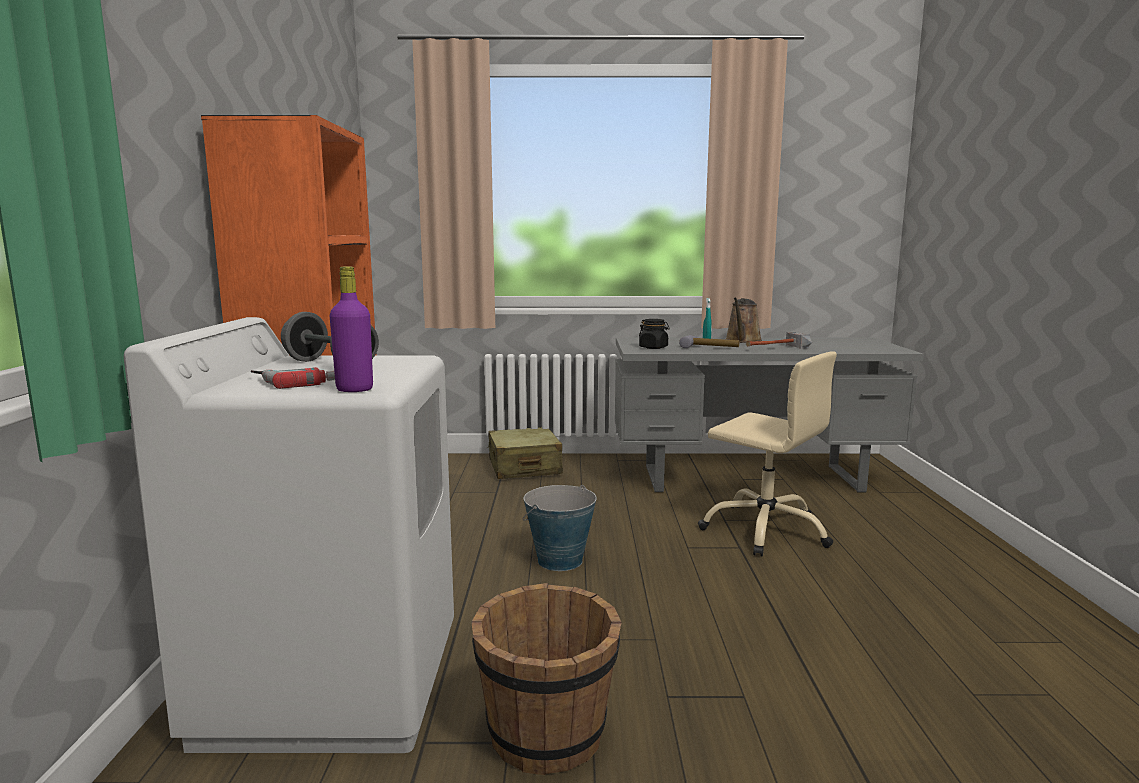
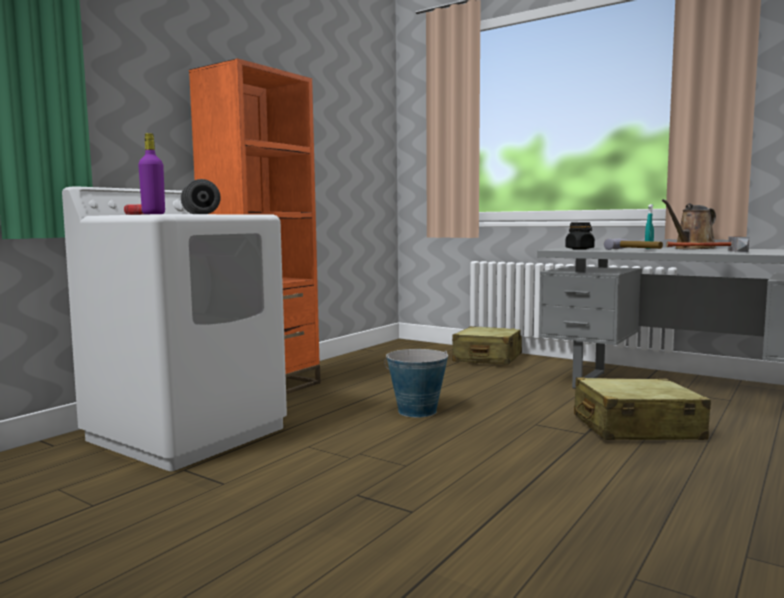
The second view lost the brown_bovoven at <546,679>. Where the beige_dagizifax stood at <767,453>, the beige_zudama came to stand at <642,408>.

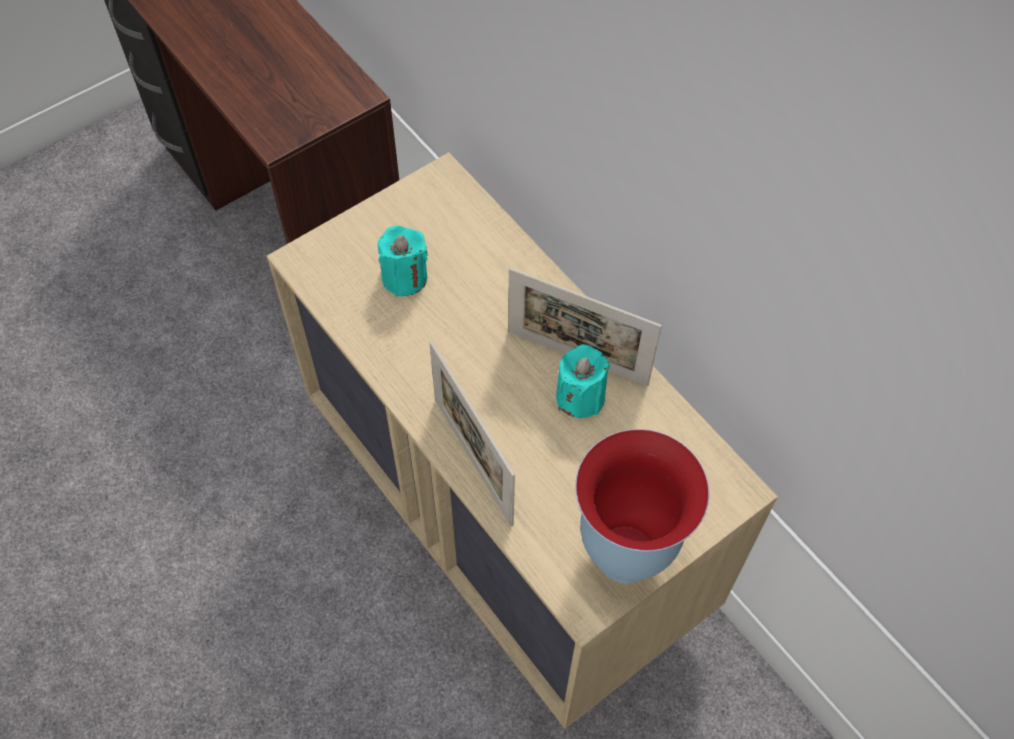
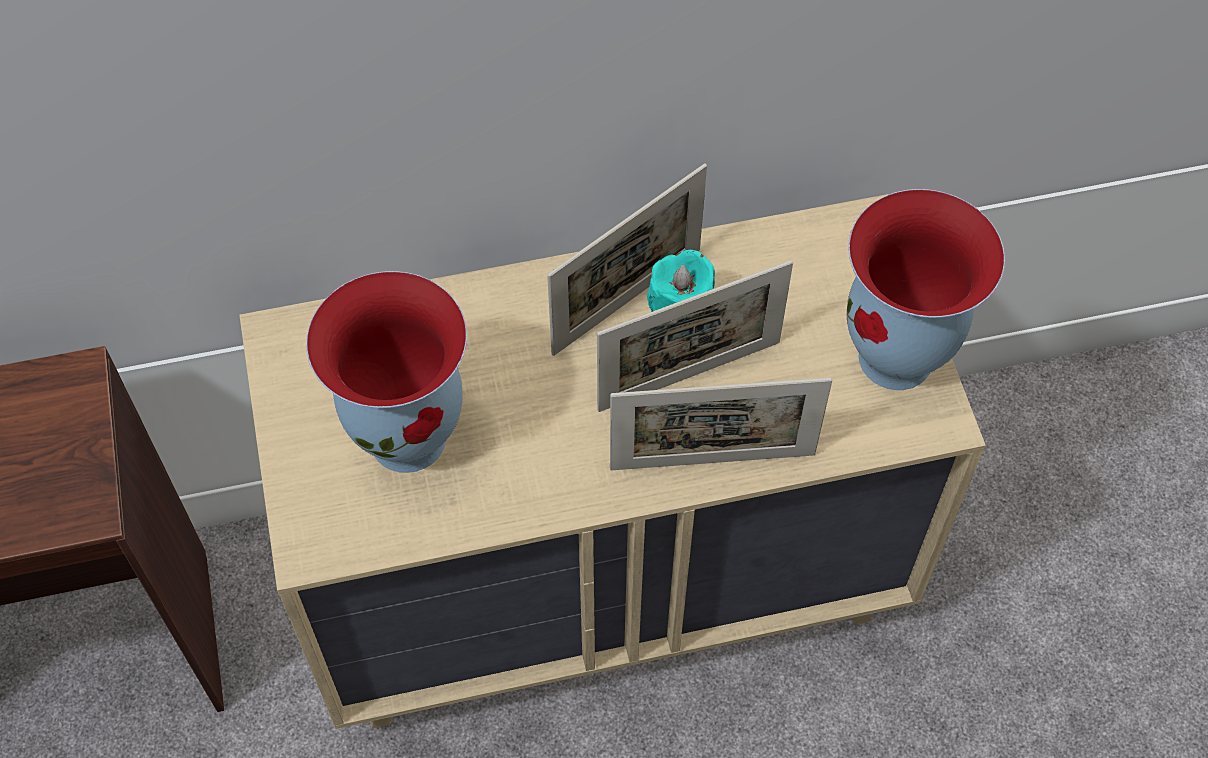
Where the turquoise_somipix stood at <403,261>, the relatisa came to stand at <386,372>. The second view gained the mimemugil at <695,336>.

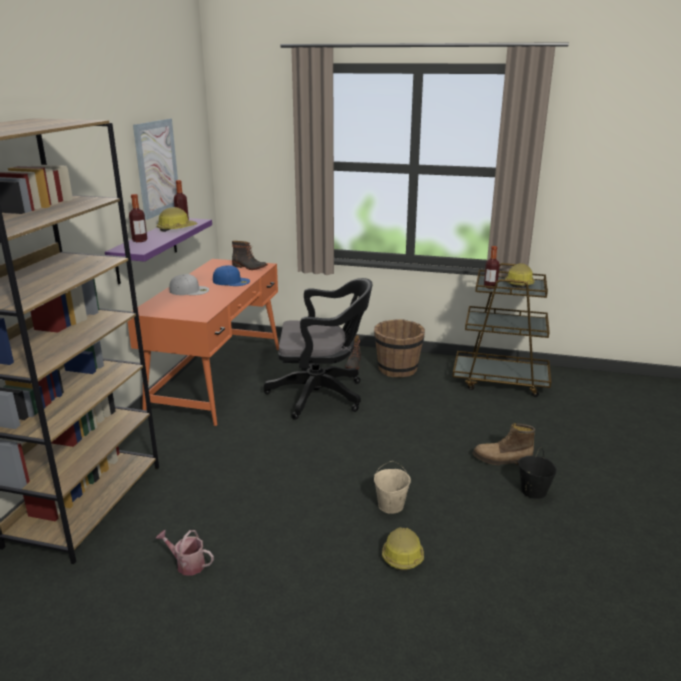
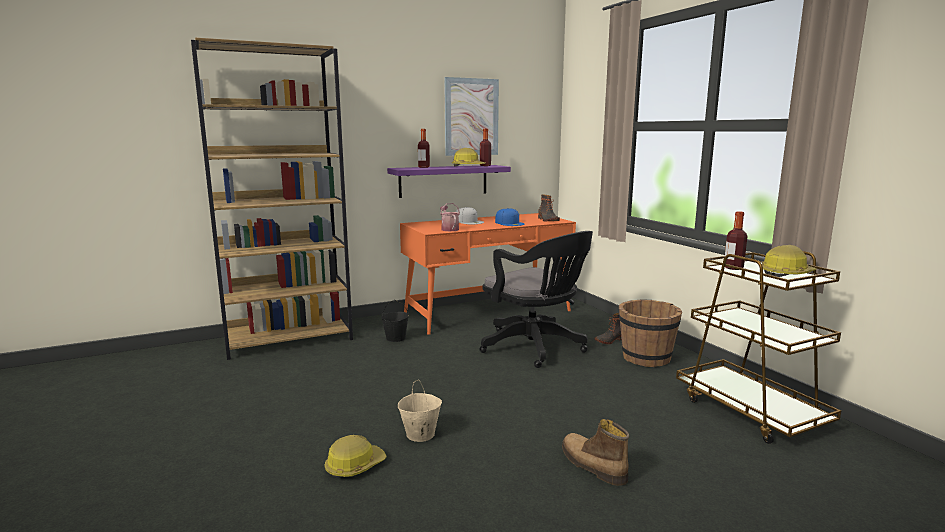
The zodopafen ended up elsewhere, having gone from <184,553> to <450,217>. The black_bovoven ended up elsewhere, having gone from <537,473> to <395,321>.

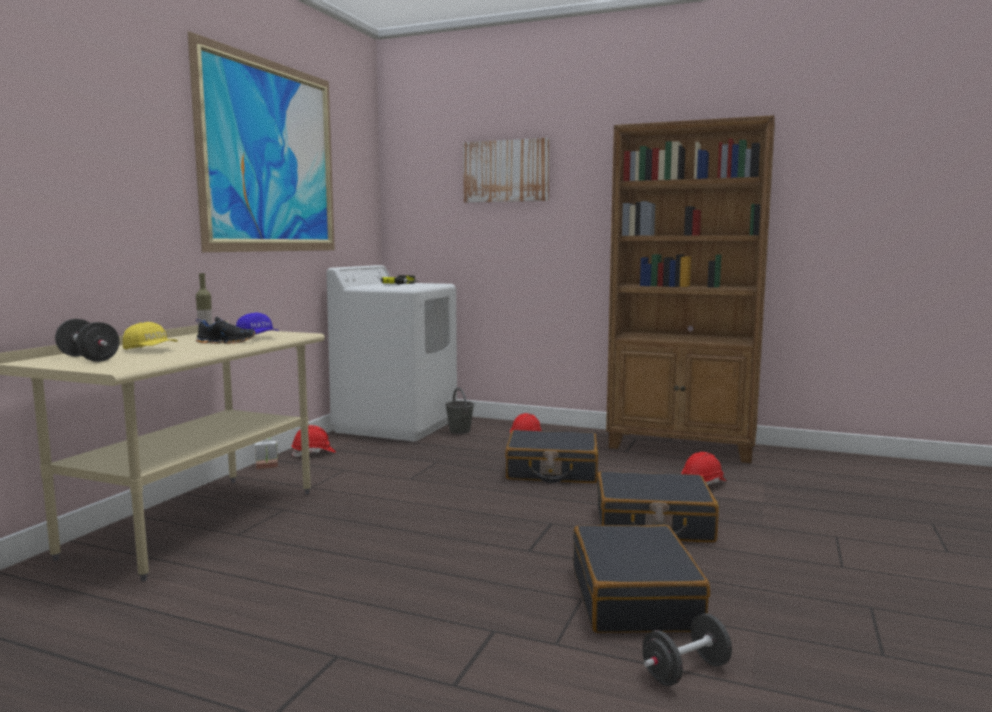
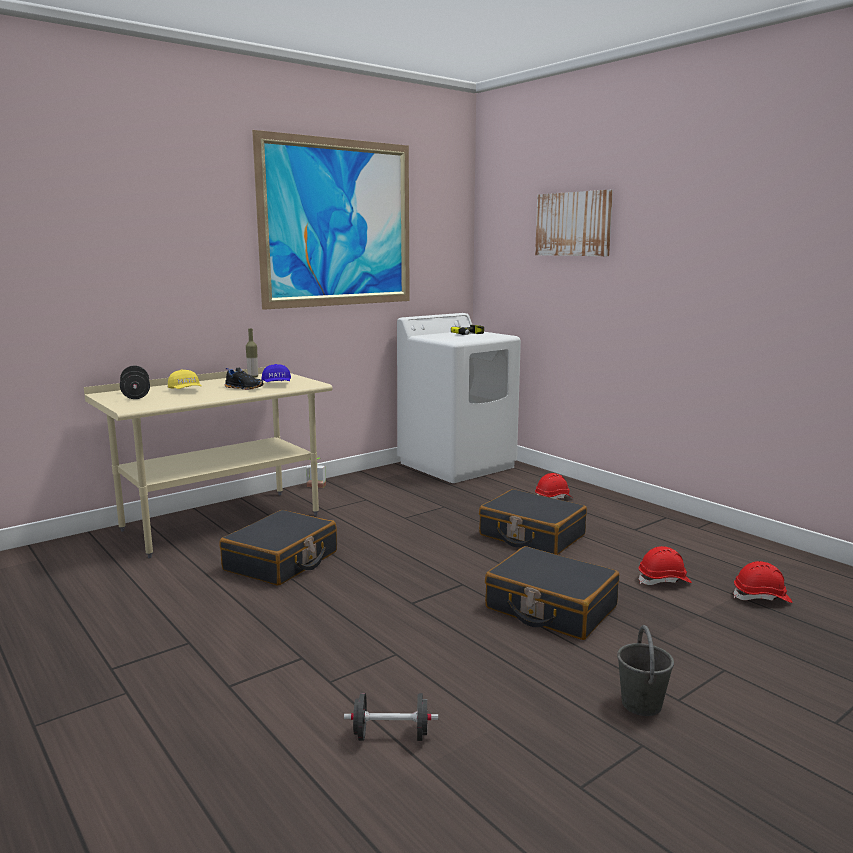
The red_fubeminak ended up elsewhere, having gone from <314,441> to <762,582>. The grey_bovoven ended up elsewhere, having gone from <459,411> to <645,670>. The black_zudama ended up elsewhere, having gone from <641,579> to <278,548>. The second view lost the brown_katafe at <690,289>.

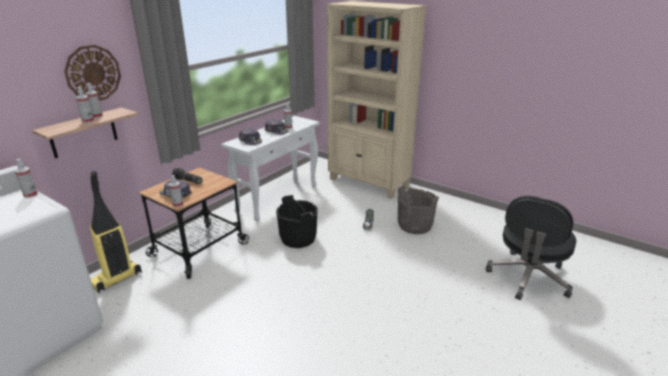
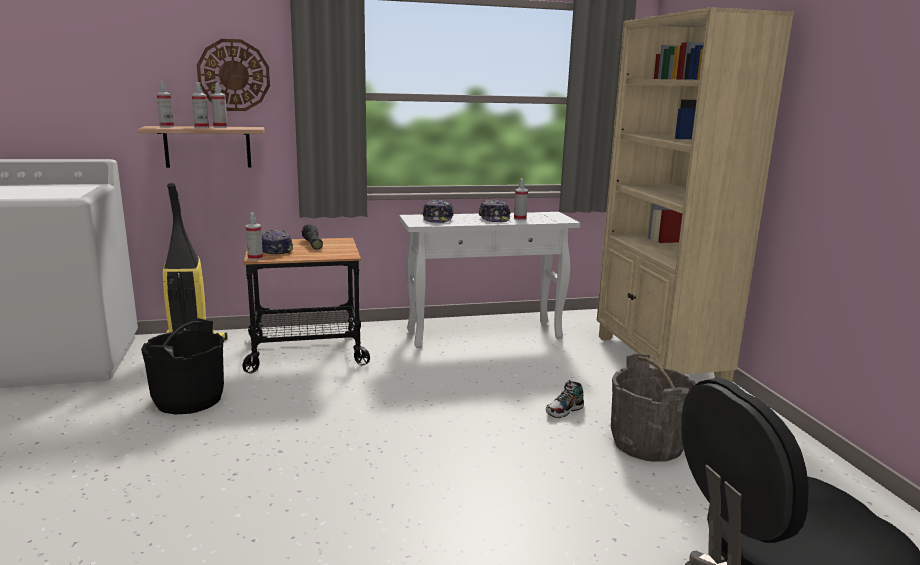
The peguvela ended up elsewhere, having gone from <26,178> to <165,104>. The black_bovoven ended up elsewhere, having gone from <297,221> to <182,366>.

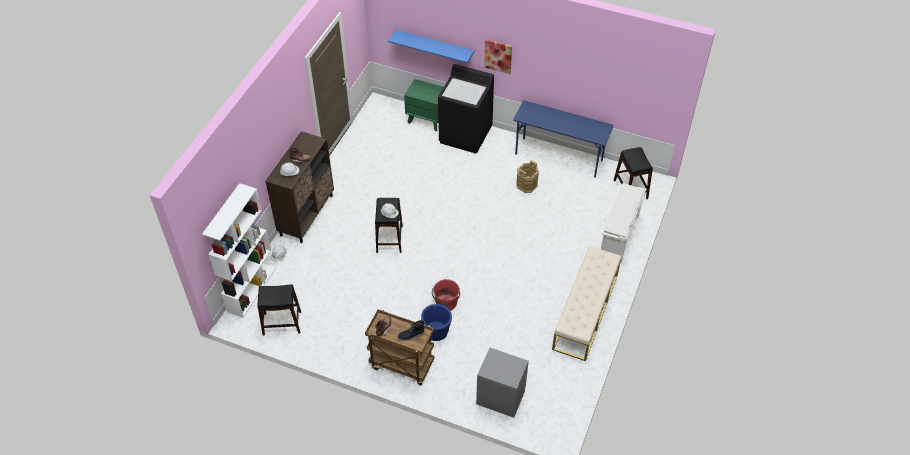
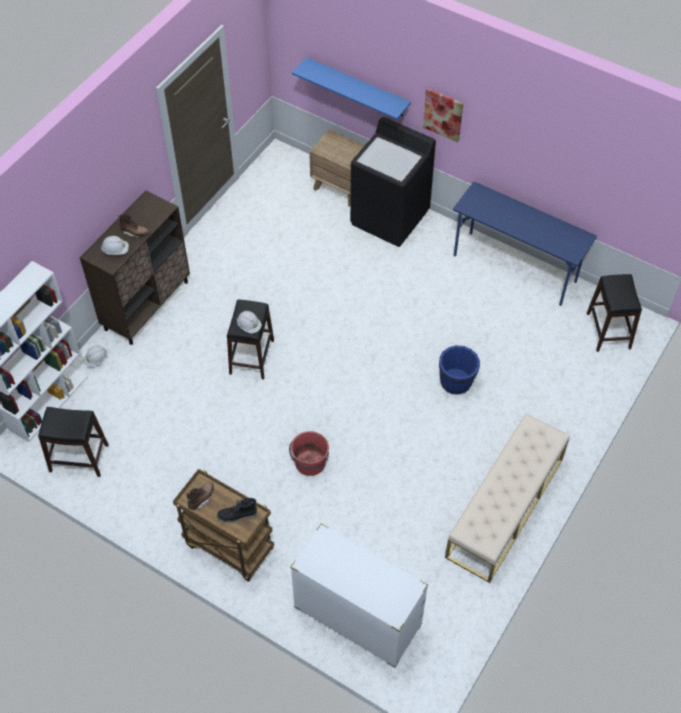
What was the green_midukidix at <424,105> turned into the brown_midukidix at <337,167>. The blue_bovoven ended up elsewhere, having gone from <436,322> to <459,370>. Where the grey_midukidix stood at <502,383>, the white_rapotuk came to stand at <359,596>. The second view lost the brown_bovoven at <527,176>. The second view lost the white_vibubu at <623,223>.

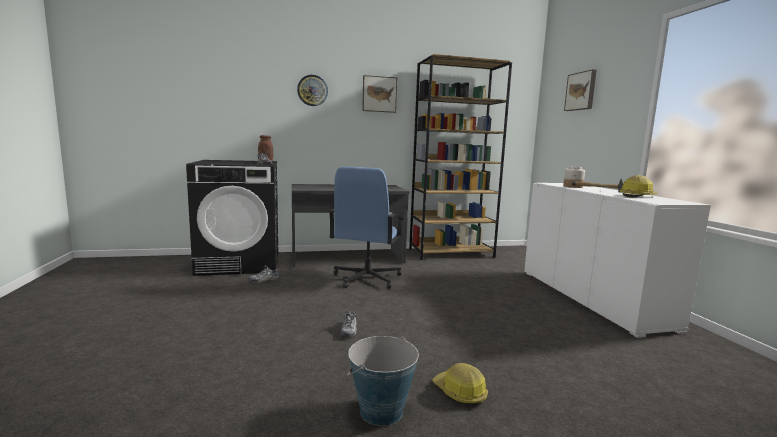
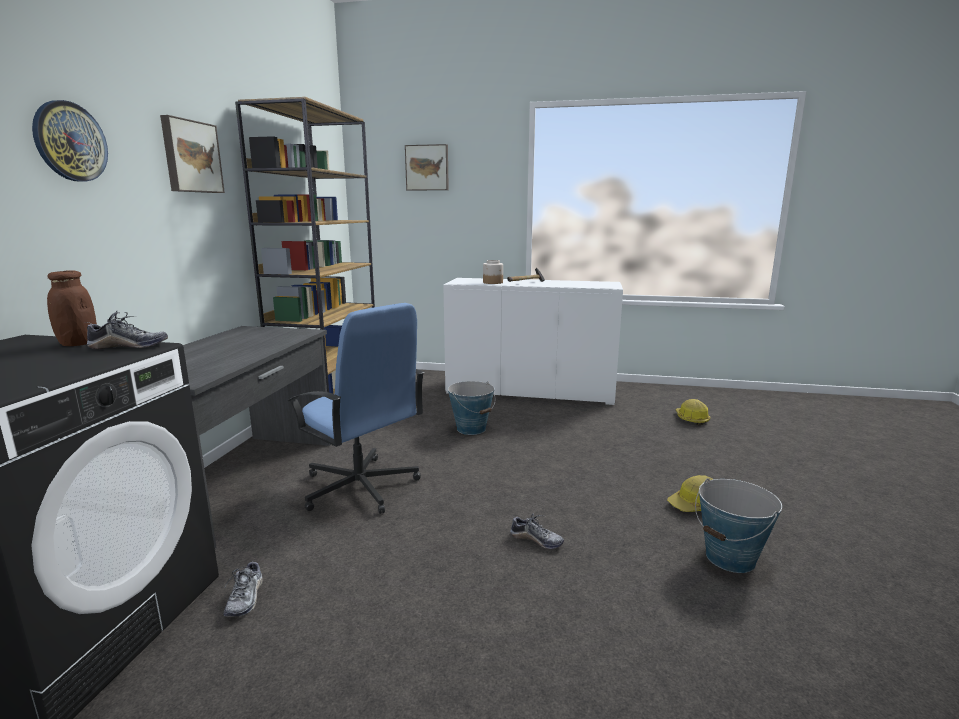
The fubeminak ended up elsewhere, having gone from <638,186> to <692,412>. The second view gained the bovoven at <472,408>.

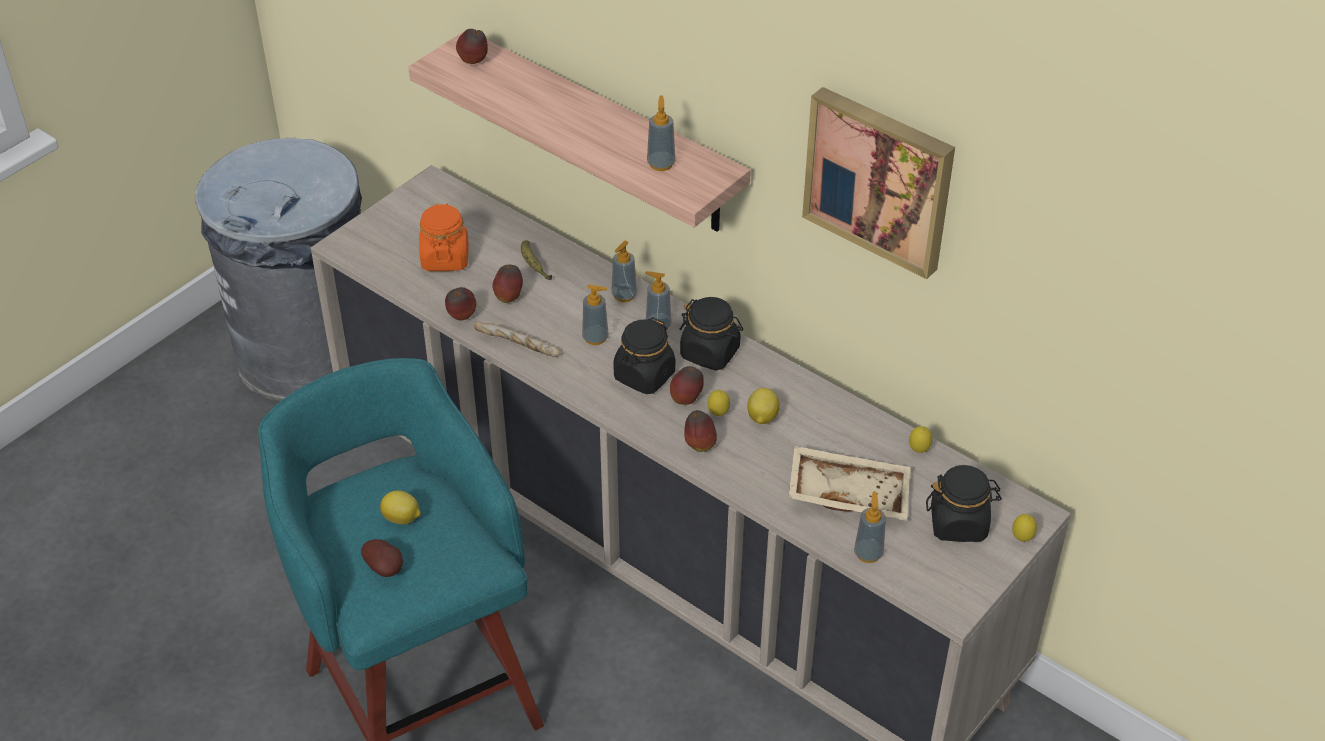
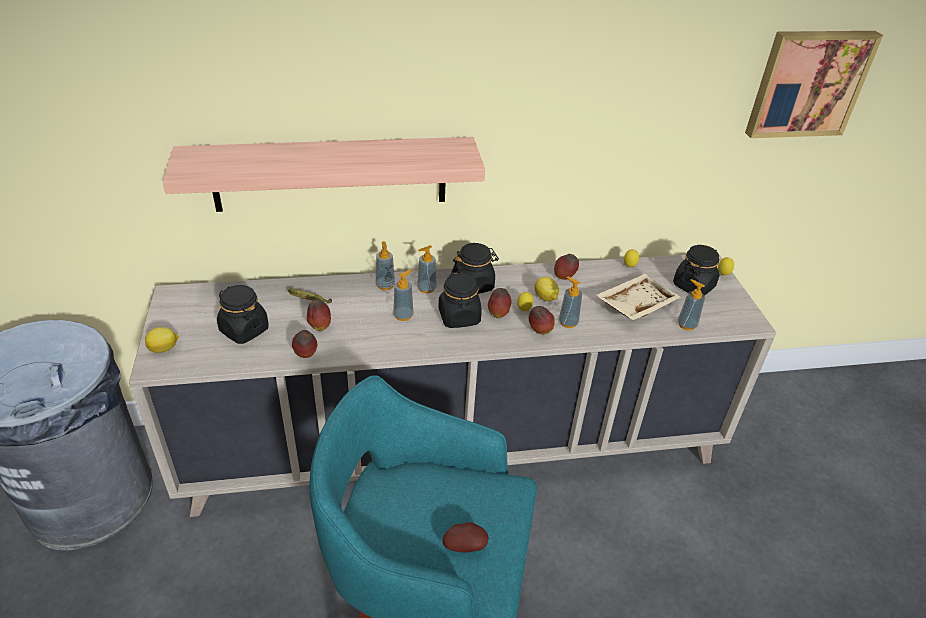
The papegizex ended up elsewhere, having gone from <400,507> to <162,340>. What was the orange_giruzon at <444,237> turned into the black_giruzon at <243,314>. The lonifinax ended up elsewhere, having gone from <472,46> to <566,267>. The second view lost the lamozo at <517,339>. The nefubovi ended up elsewhere, having gone from <661,133> to <570,302>. The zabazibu ended up elsewhere, having gone from <878,183> to <814,84>.

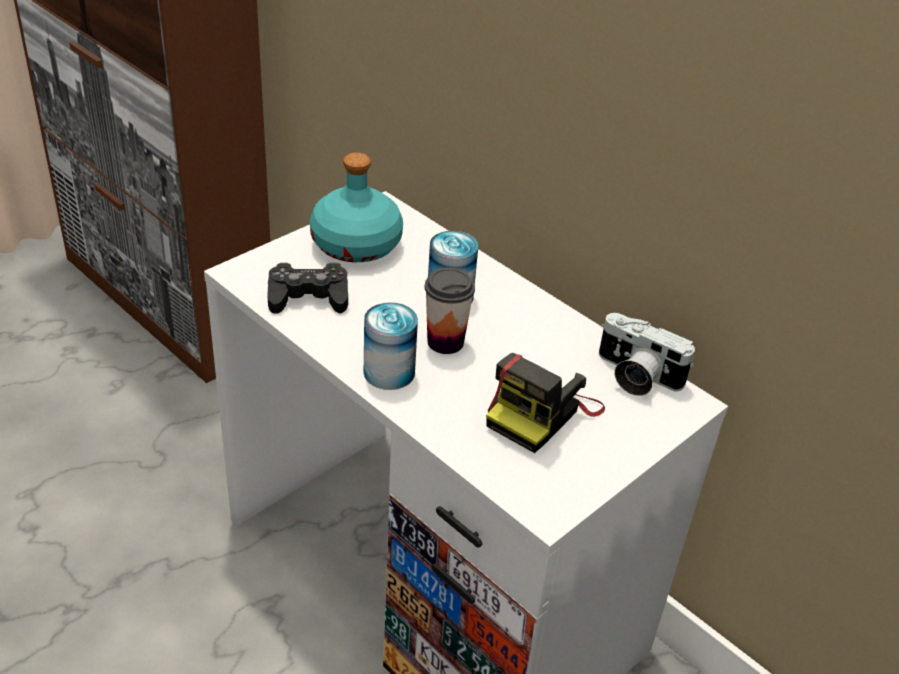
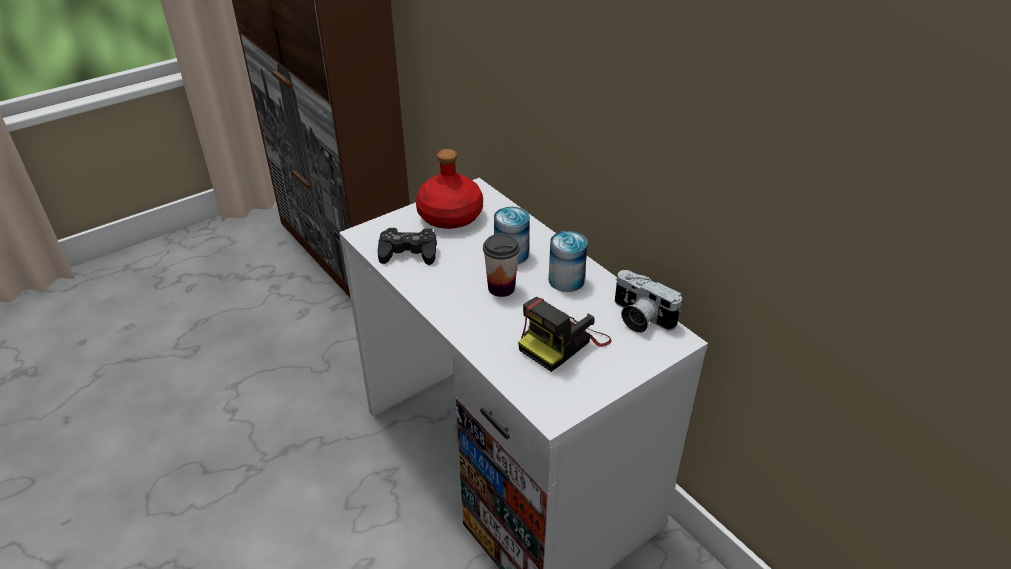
What was the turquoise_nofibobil at <356,207> turned into the red_nofibobil at <449,189>. The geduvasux ended up elsewhere, having gone from <391,346> to <568,261>.

